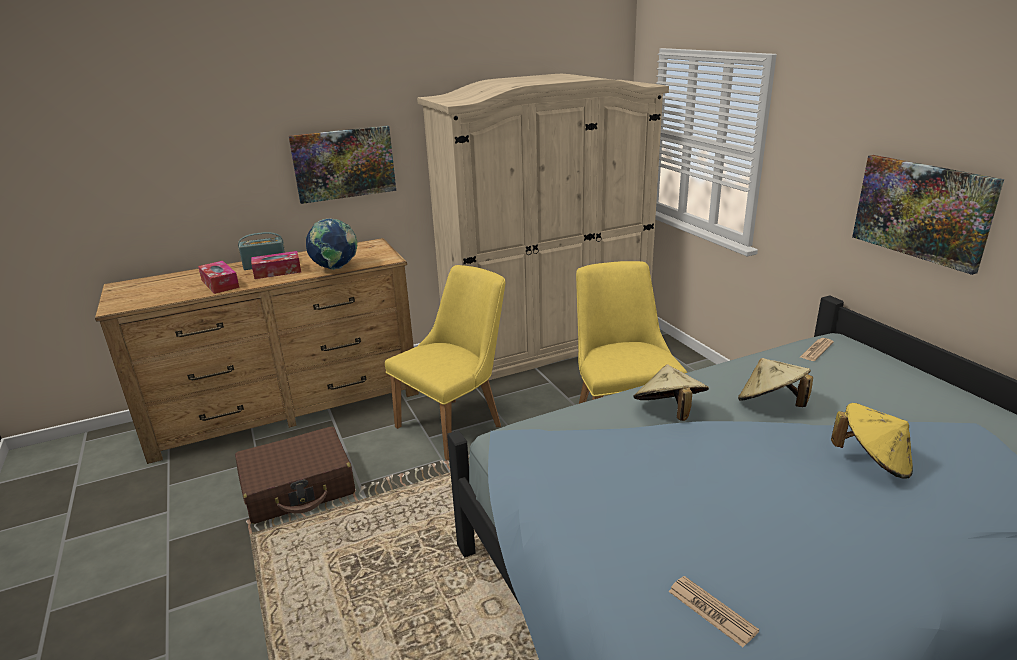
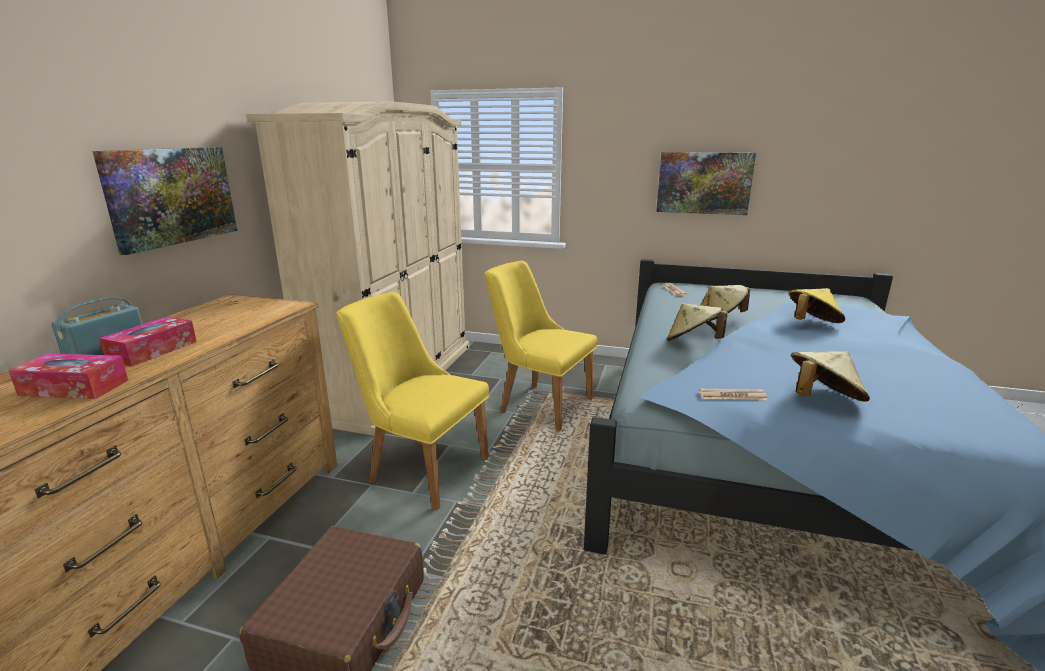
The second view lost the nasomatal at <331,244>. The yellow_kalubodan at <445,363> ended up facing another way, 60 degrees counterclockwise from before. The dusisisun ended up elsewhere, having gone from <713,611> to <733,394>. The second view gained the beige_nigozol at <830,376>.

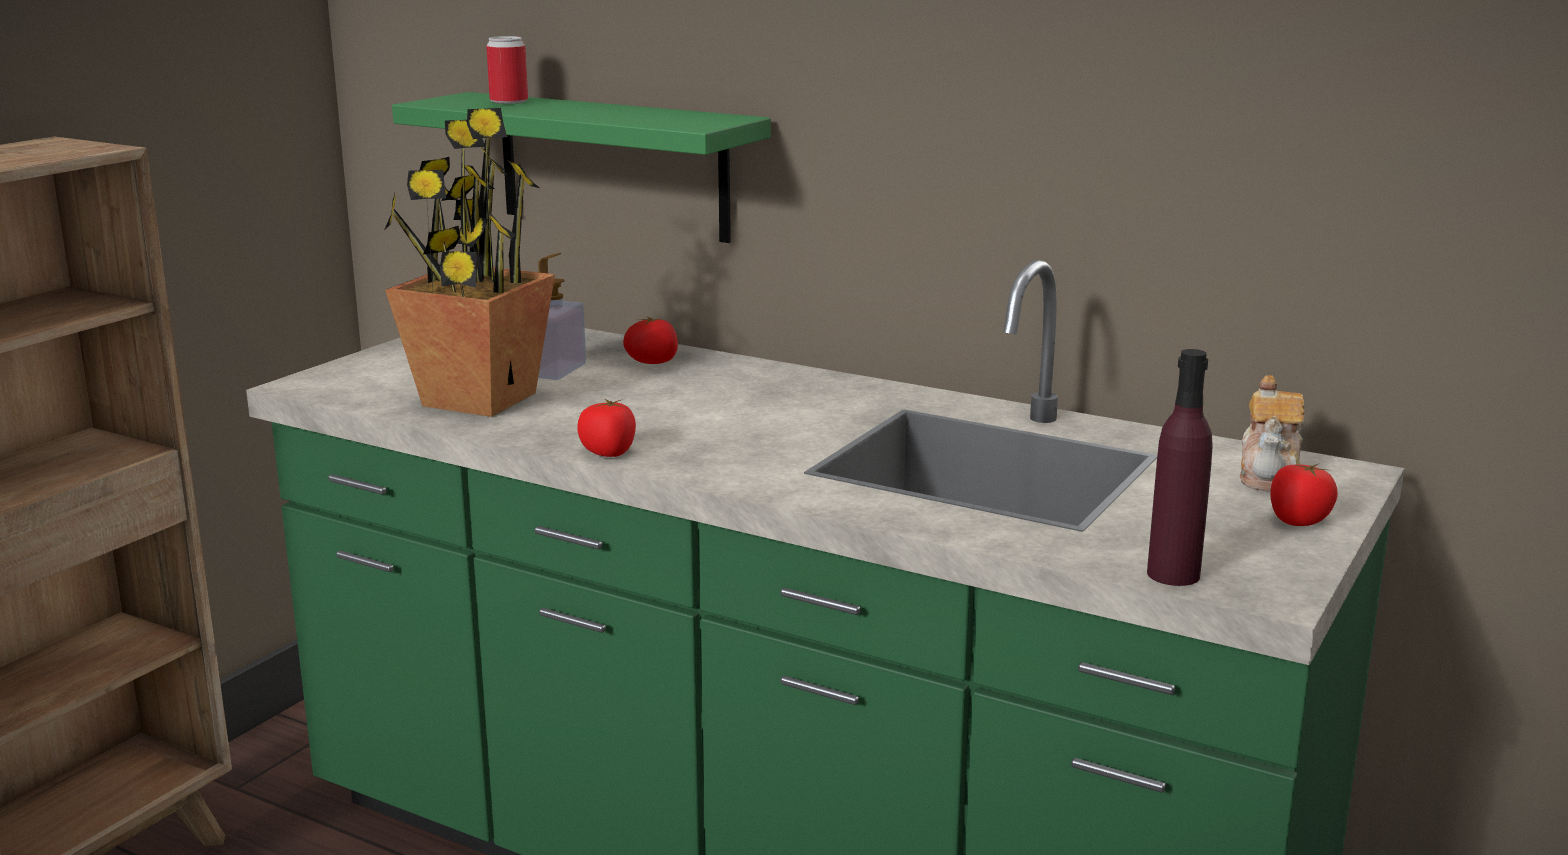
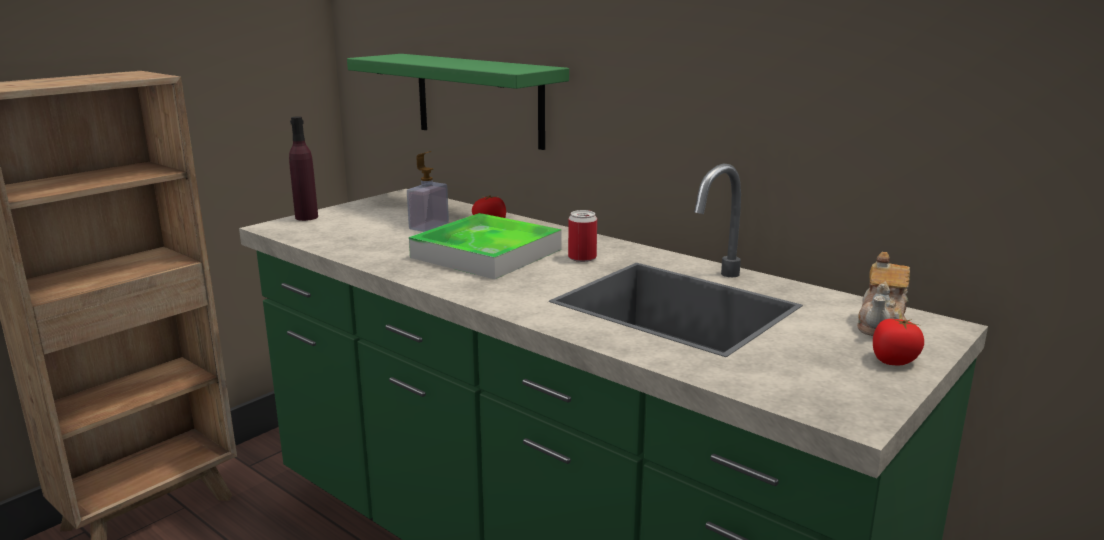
The second view lost the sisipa at <469,262>. The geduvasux ended up elsewhere, having gone from <507,70> to <582,236>. The second view lost the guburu at <606,428>. The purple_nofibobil ended up elsewhere, having gone from <1180,467> to <303,168>. The second view gained the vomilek at <485,246>.

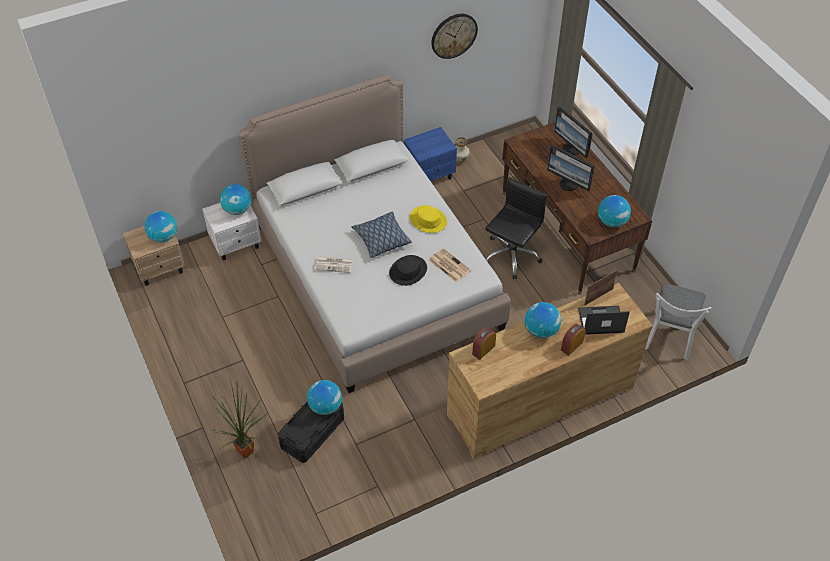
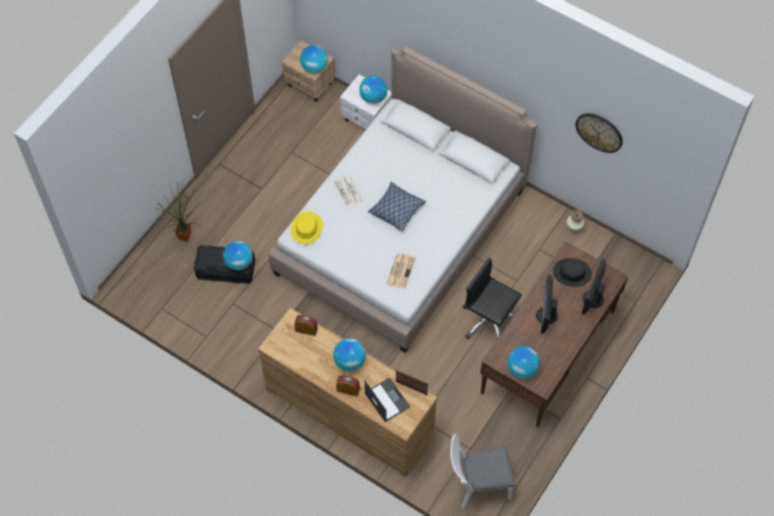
The black_nigozol ended up elsewhere, having gone from <408,270> to <572,272>. The second view lost the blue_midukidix at <430,154>. The yellow_nigozol ended up elsewhere, having gone from <428,219> to <307,228>. The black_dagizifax at <516,228> ended up facing another way, 150 degrees counterclockwise from before.

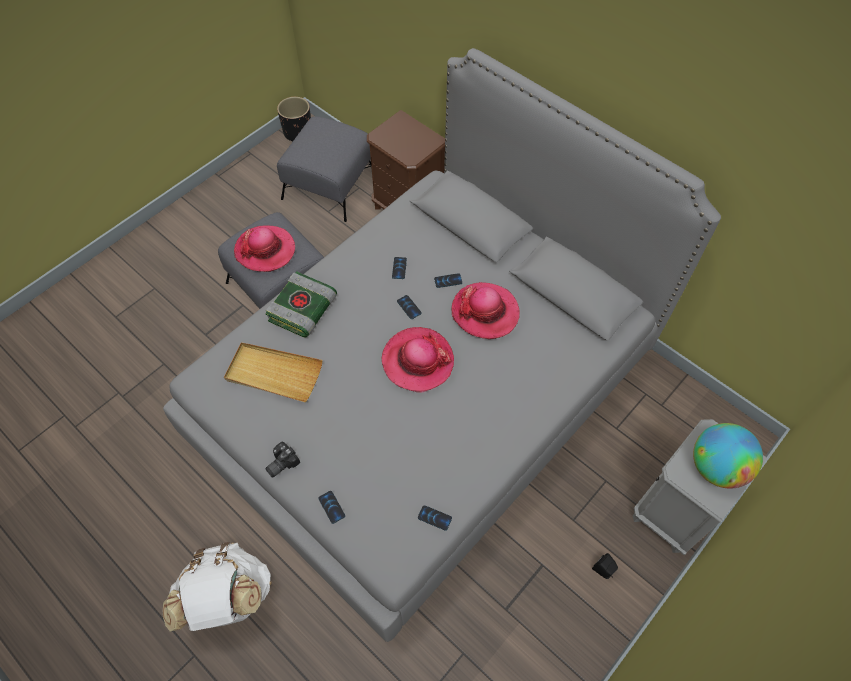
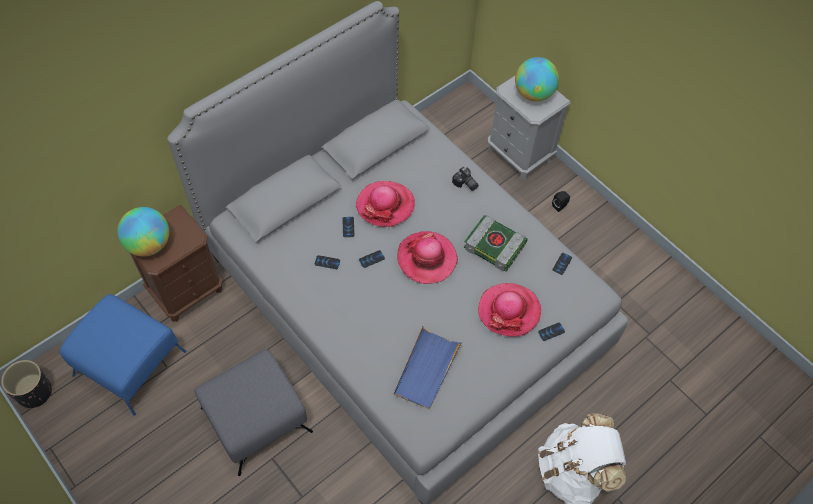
What was the beige_vomilek at <273,372> turned into the blue_vomilek at <428,368>. The nigozol ended up elsewhere, having gone from <264,248> to <509,310>. The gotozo ended up elsewhere, having gone from <301,304> to <496,243>. The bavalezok ended up elsewhere, having gone from <282,460> to <465,179>. What was the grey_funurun at <324,169> turned into the blue_funurun at <123,355>. The second view gained the nasomatal at <143,231>.

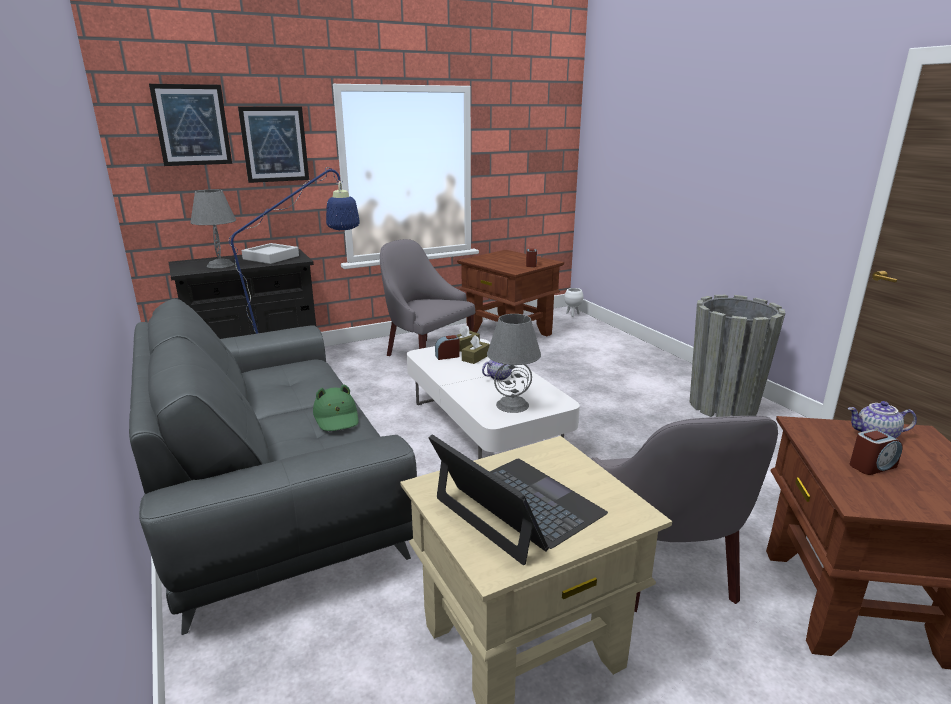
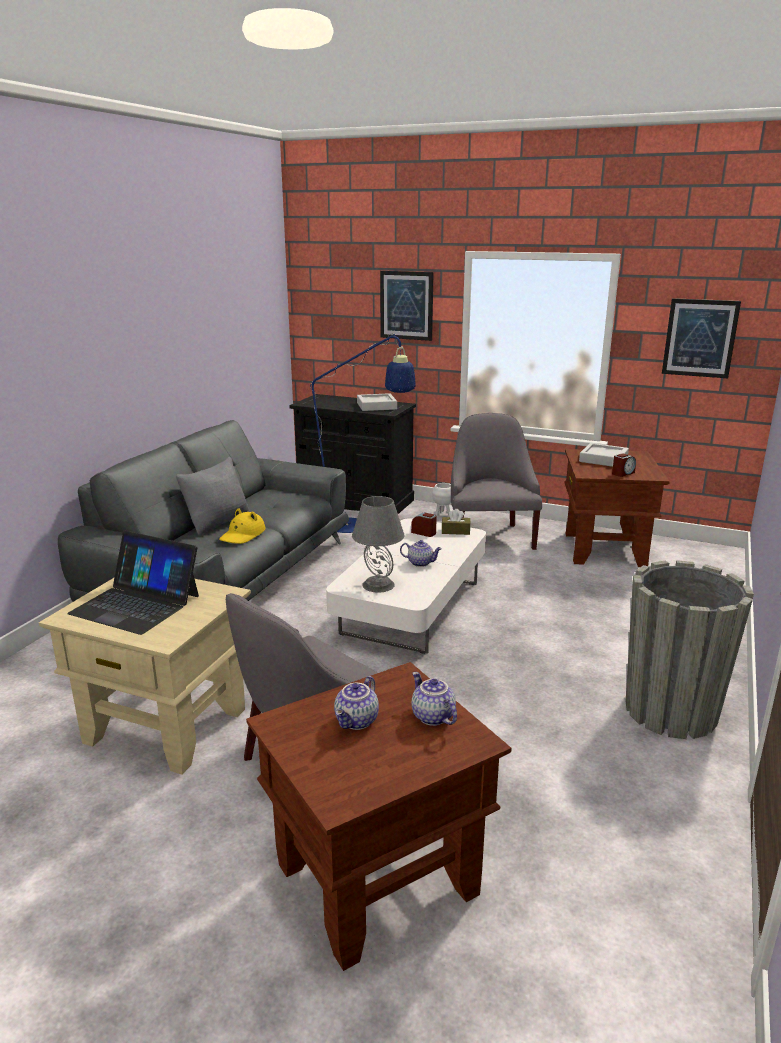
The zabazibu ended up elsewhere, having gone from <190,125> to <701,338>. The second view lost the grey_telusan at <213,228>. What was the green_nigozol at <336,407> turned into the yellow_nigozol at <242,526>. The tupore at <518,500> ended up facing another way, 105 degrees clockwise from before. The second view lost the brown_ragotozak at <476,349>. The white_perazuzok ended up elsewhere, having gone from <573,302> to <441,499>. Where the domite stood at <876,452>, the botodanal came to stand at <356,703>. The second view gained the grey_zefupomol at <213,496>. The second view gained the grey_vomilek at <604,455>.

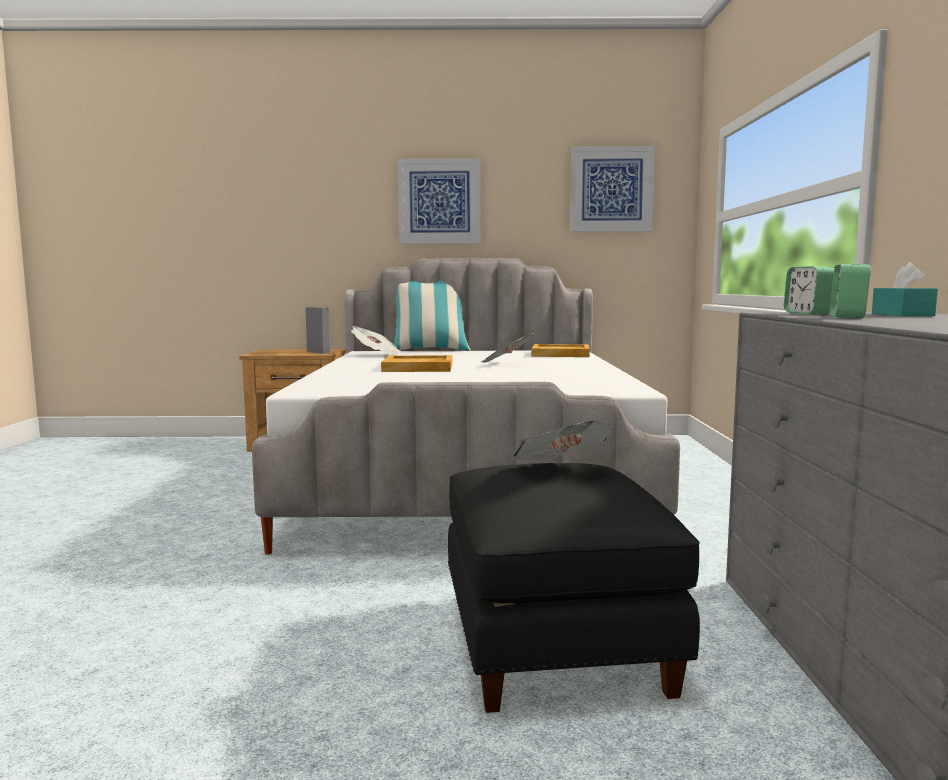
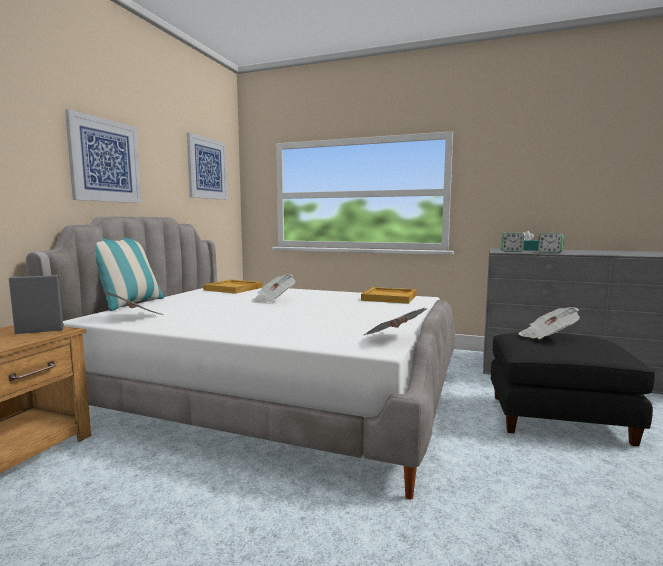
The beige_vomilek ended up elsewhere, having gone from <416,363> to <389,295>. The second view gained the dusisisun at <395,321>.

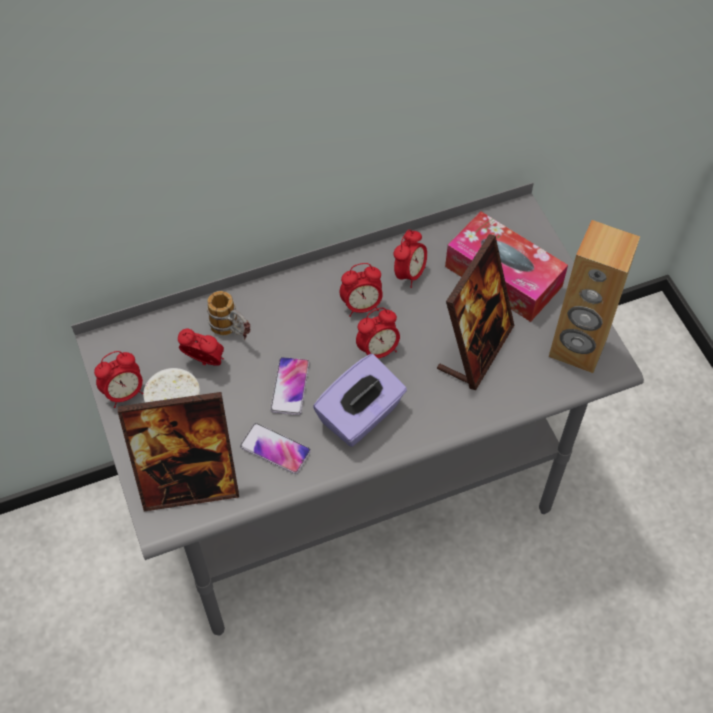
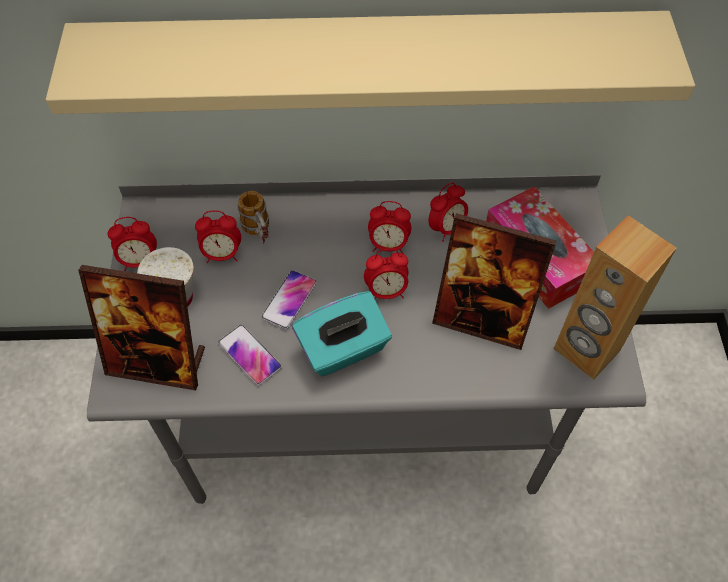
The domite at <201,347> ended up facing another way, 135 degrees clockwise from before. What was the purple_ragotozak at <360,400> turned into the turquoise_ragotozak at <342,333>. The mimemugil at <475,312> ended up facing another way, 60 degrees clockwise from before. The second view gained the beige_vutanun at <370,62>.

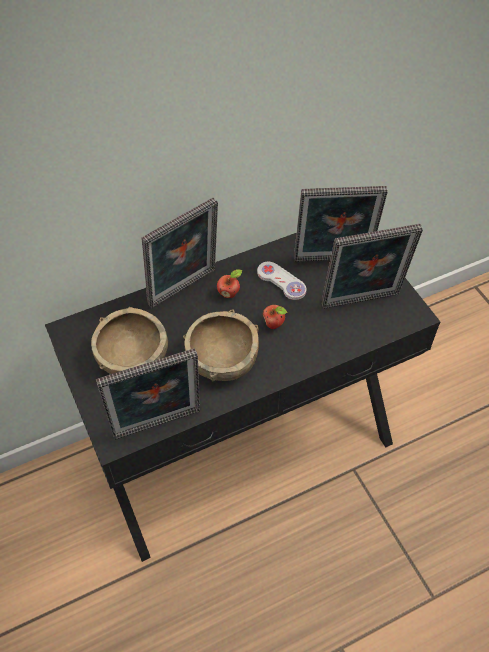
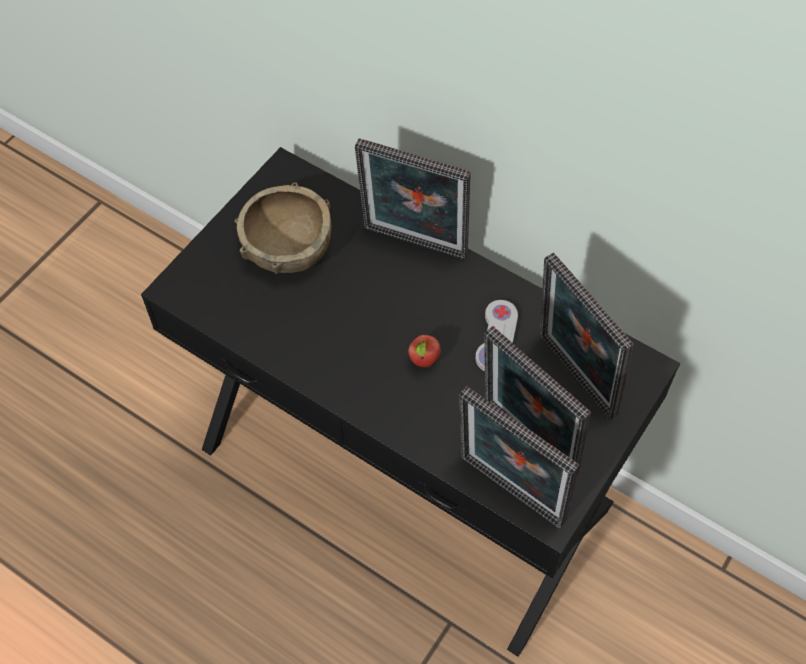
The mimemugil ended up elsewhere, having gone from <148,394> to <519,457>. The second view lost the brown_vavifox at <221,345>. The second view lost the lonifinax at <229,283>.

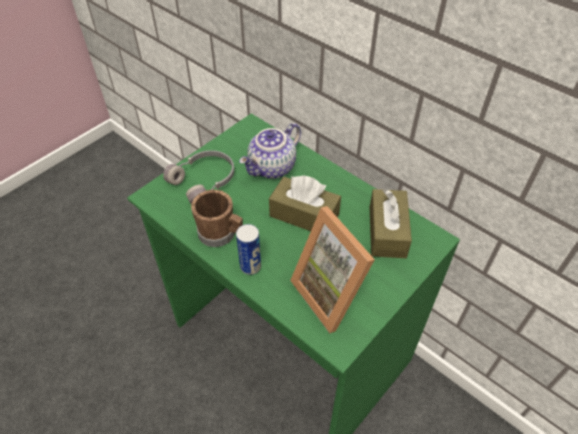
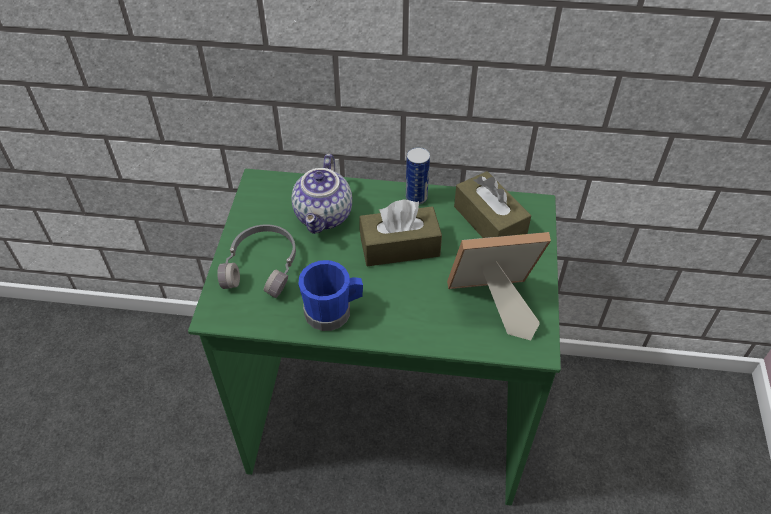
What was the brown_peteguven at <217,218> turned into the blue_peteguven at <331,295>. The geduvasux ended up elsewhere, having gone from <248,249> to <418,176>. The mimemugil at <332,269> ended up facing another way, 150 degrees clockwise from before.

